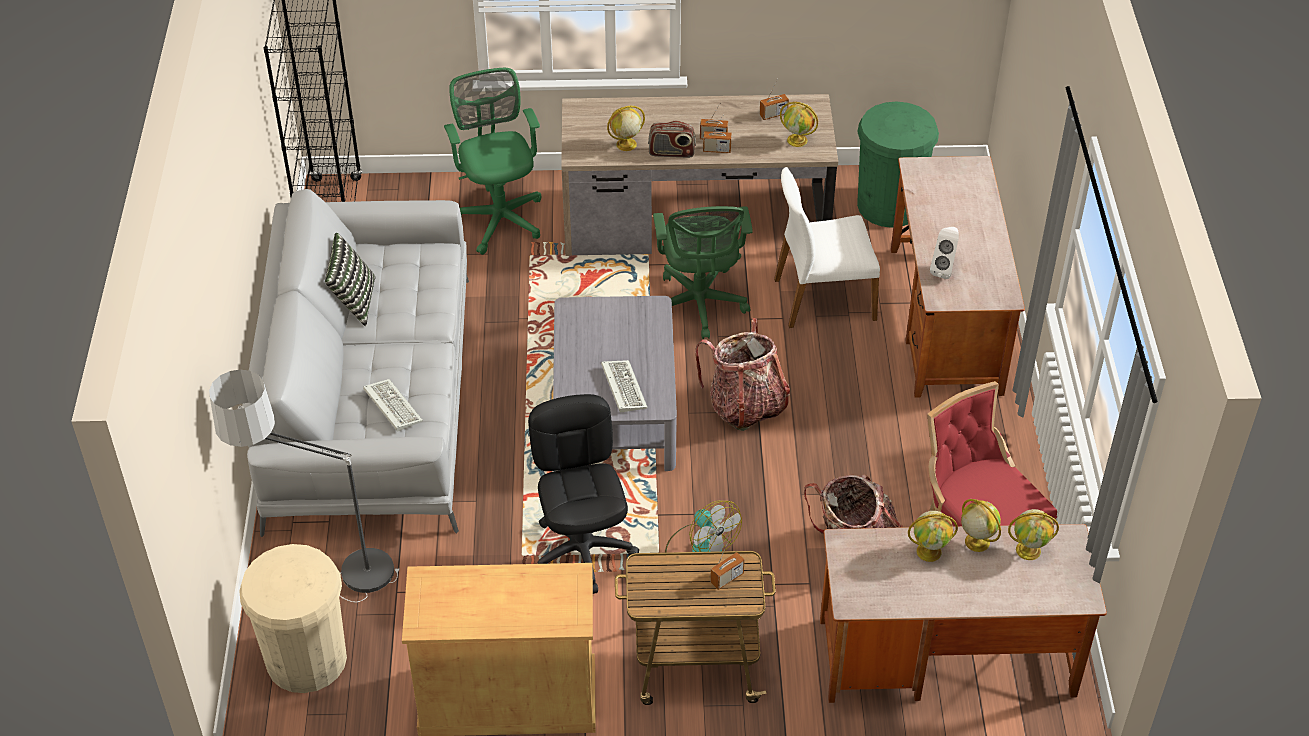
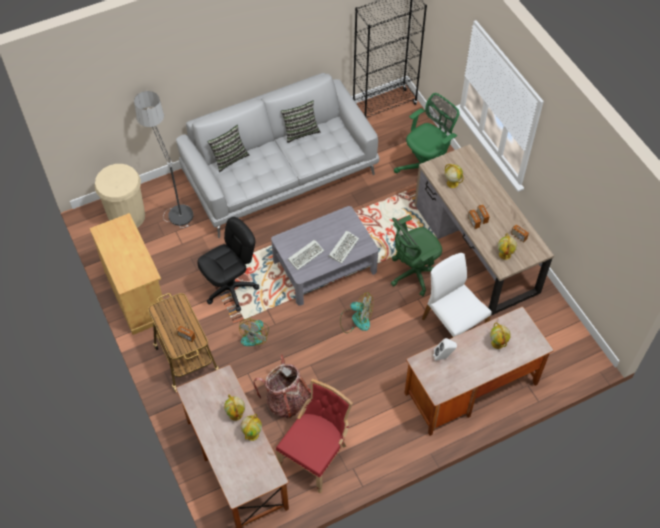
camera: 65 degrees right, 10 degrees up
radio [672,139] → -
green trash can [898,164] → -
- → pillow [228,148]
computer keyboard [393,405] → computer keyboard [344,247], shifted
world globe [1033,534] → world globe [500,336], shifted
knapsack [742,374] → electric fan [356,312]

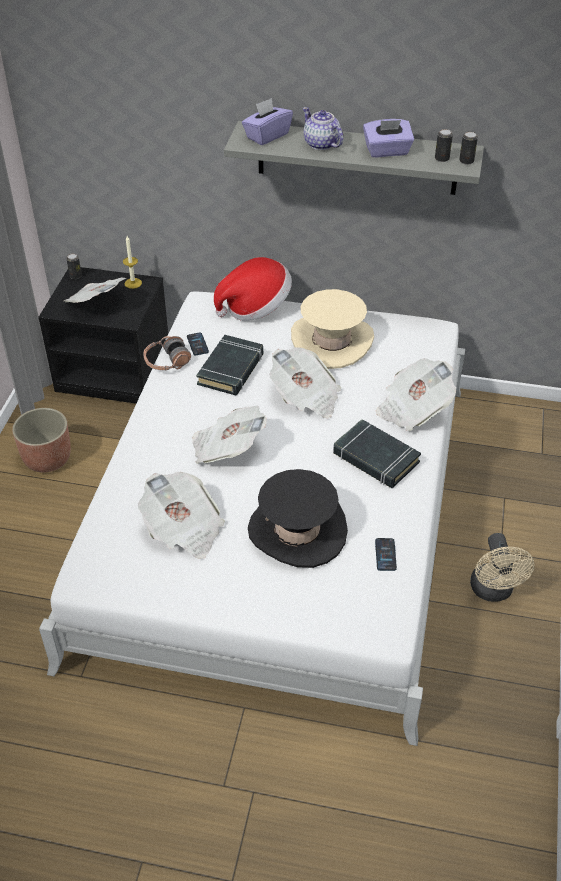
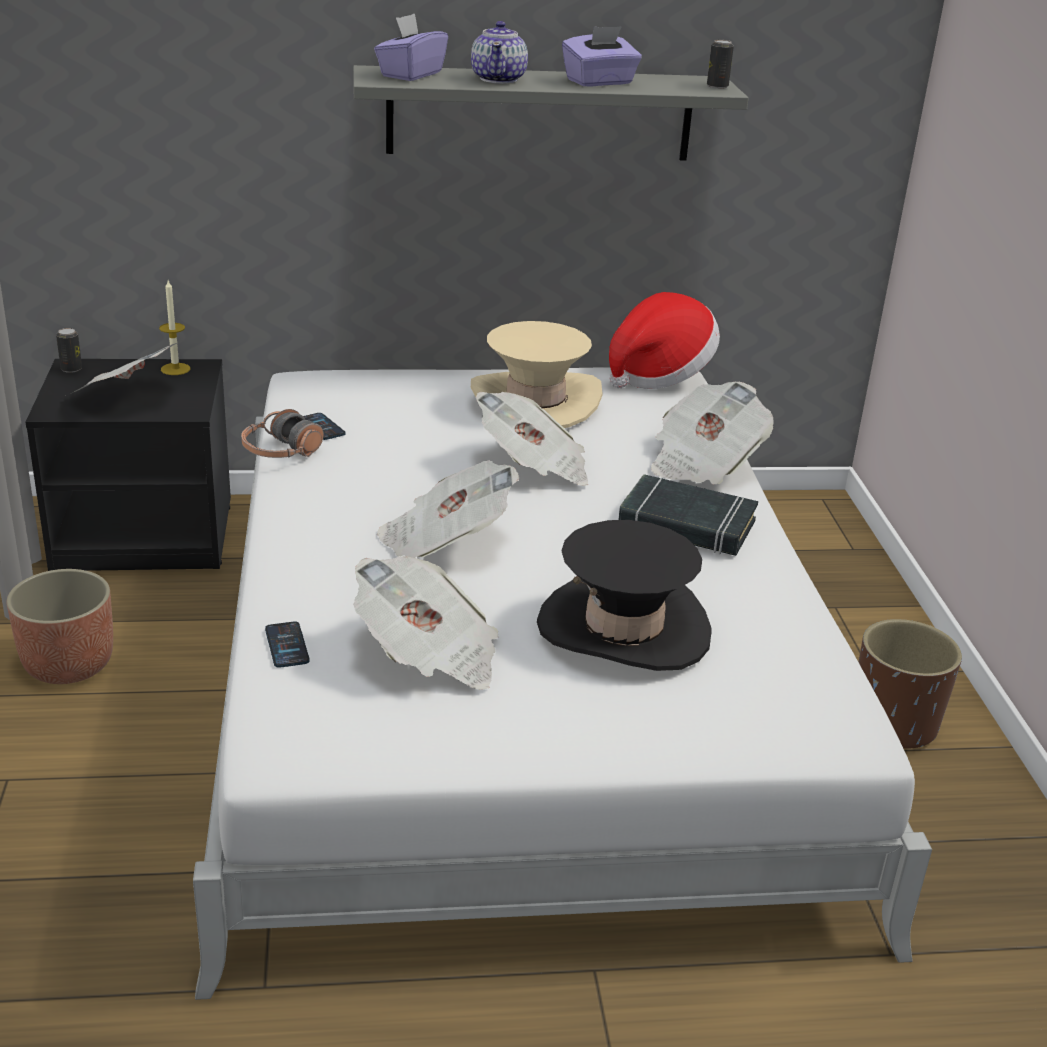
camera: 20 degrees left, 15 degrees down
black volume [229,365] → -
sealed can [444,145] → -
hat [253,289] → hat [664,340], shifted
telephone [386,554] → telephone [287,645], shifted
beige electric fan [502,567] → brown planter [910,683]
teapot [323,128] → teapot [499,52], 120 degrees counterclockwise

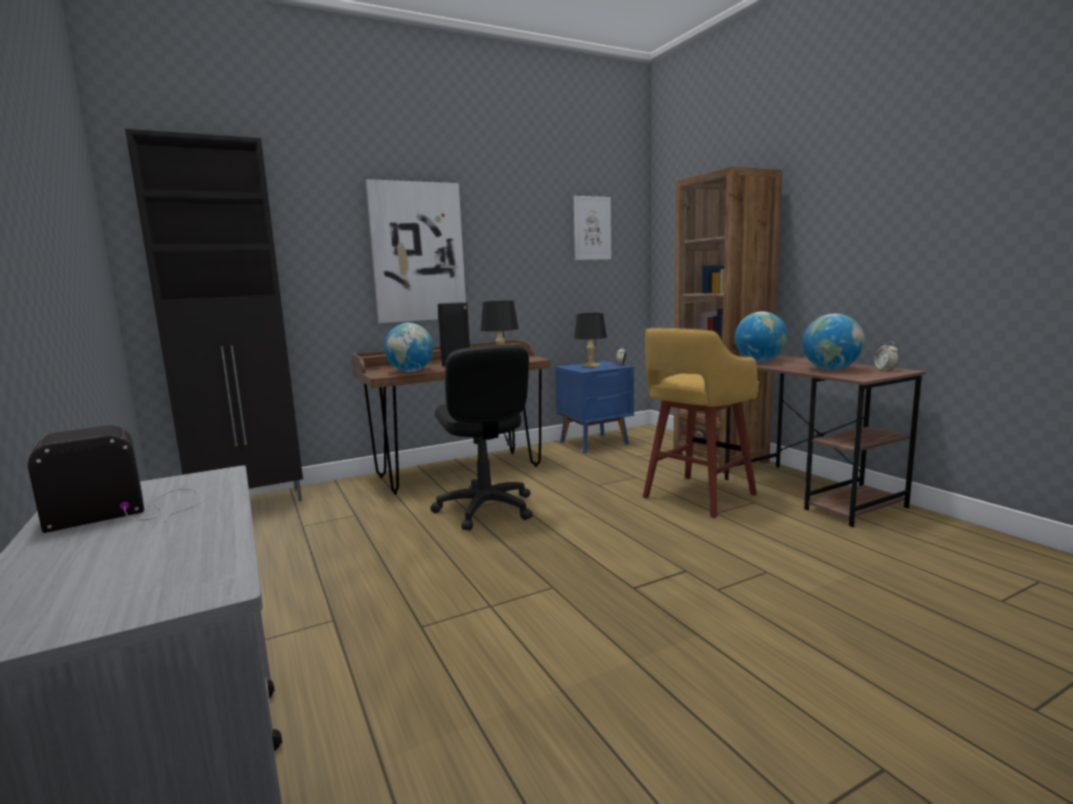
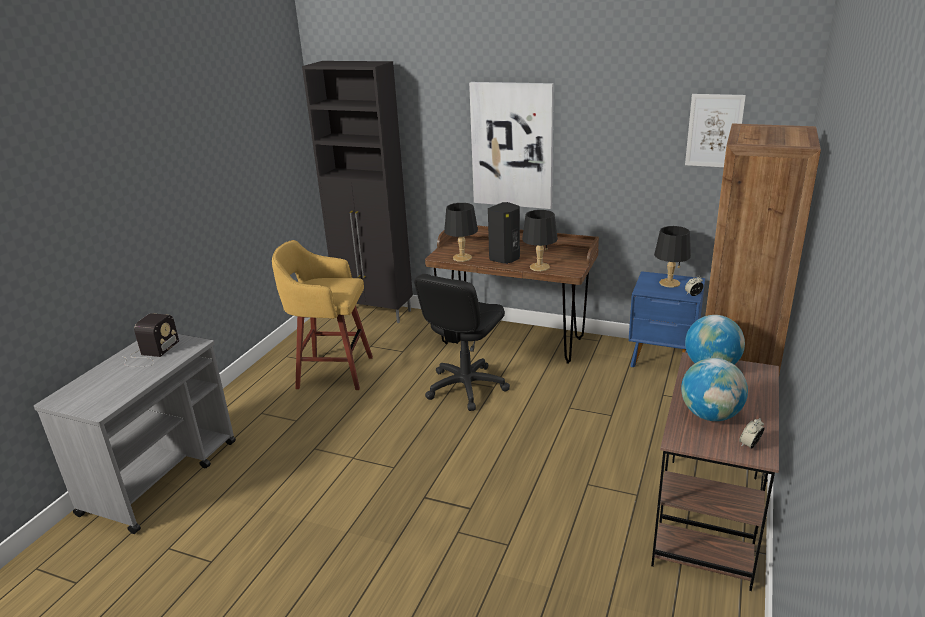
camera: 50 degrees right, 15 degrees up
yellow-coloured sitting stool [701,423] → yellow-coloured sitting stool [322,315], shifted
world globe [409,347] → black lamp for a table [461,232]
radio [115,479] → radio [151,340], 90 degrees clockwise

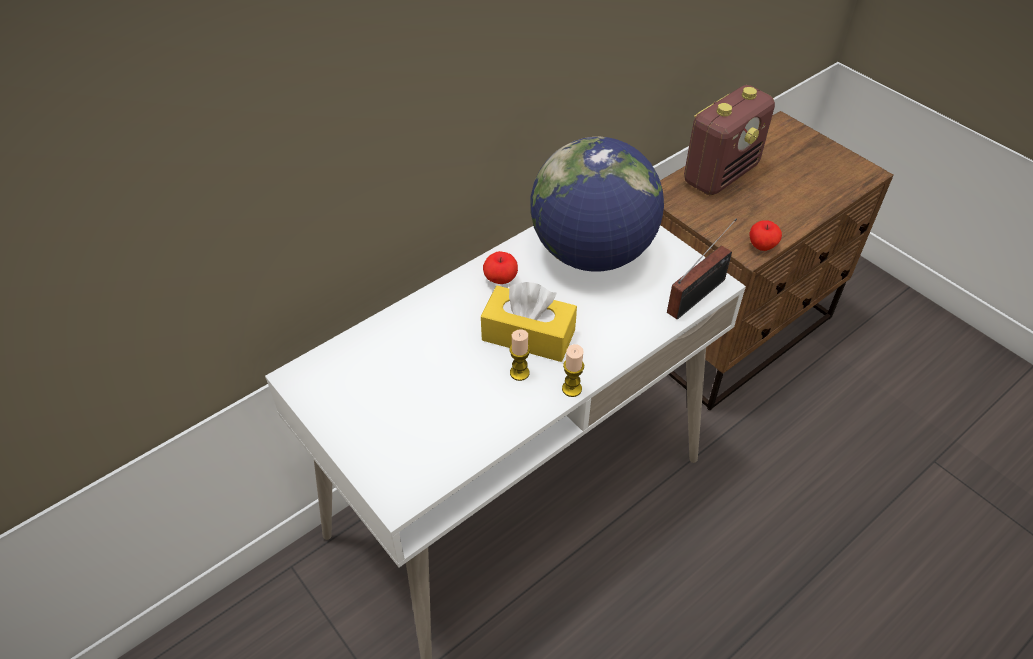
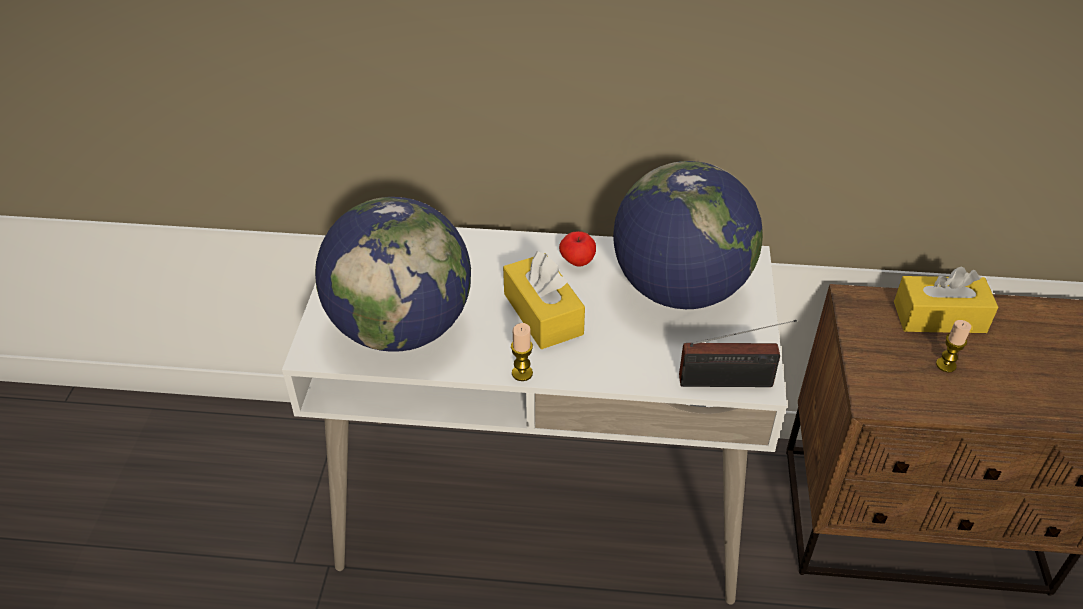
camera: 45 degrees right, 5 degrees down
whole apple [765,235] → -
- → world globe [393,274]
candle [520,355] → candle [953,346], shifted
radio [729,140] → yellow-coloured box of tissues [946,299]

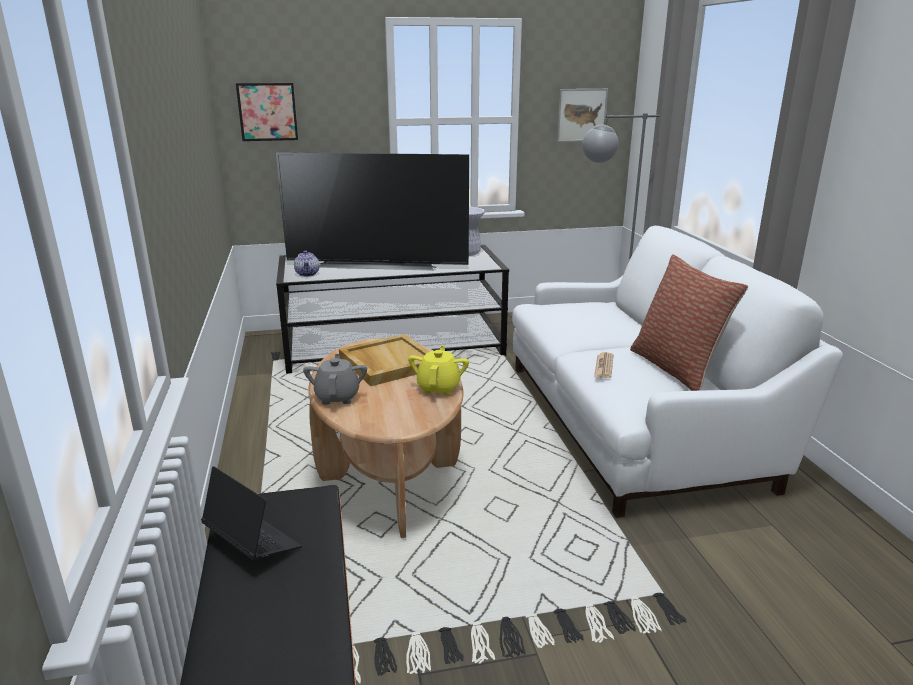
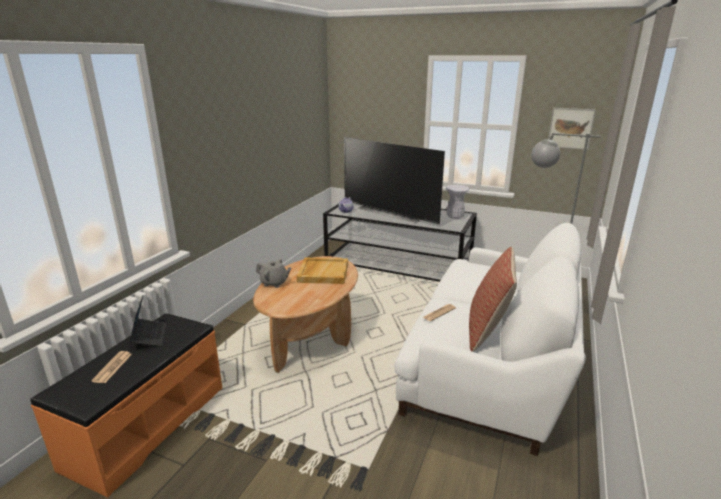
camera: 35 degrees right, 0 degrees up
picture [267,112] → -
yellow-coloured teapot [438,370] → -
- → printed paper [111,367]
greyish teapot [335,379] → greyish teapot [273,273], 75 degrees clockwise

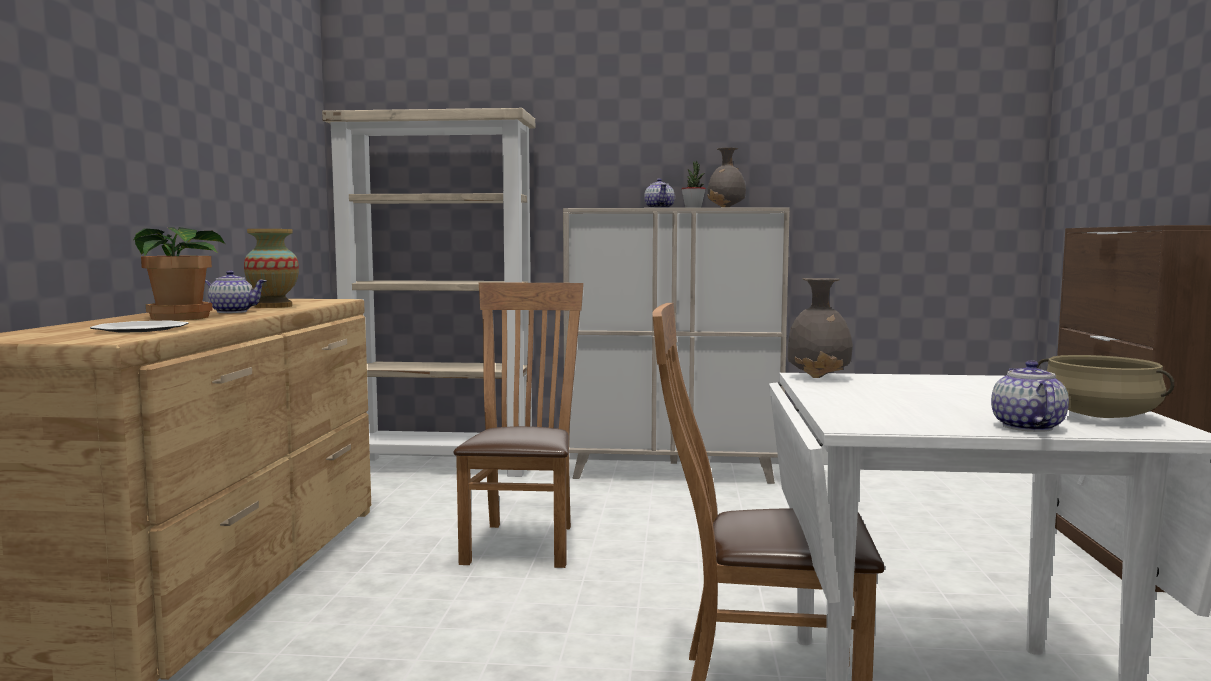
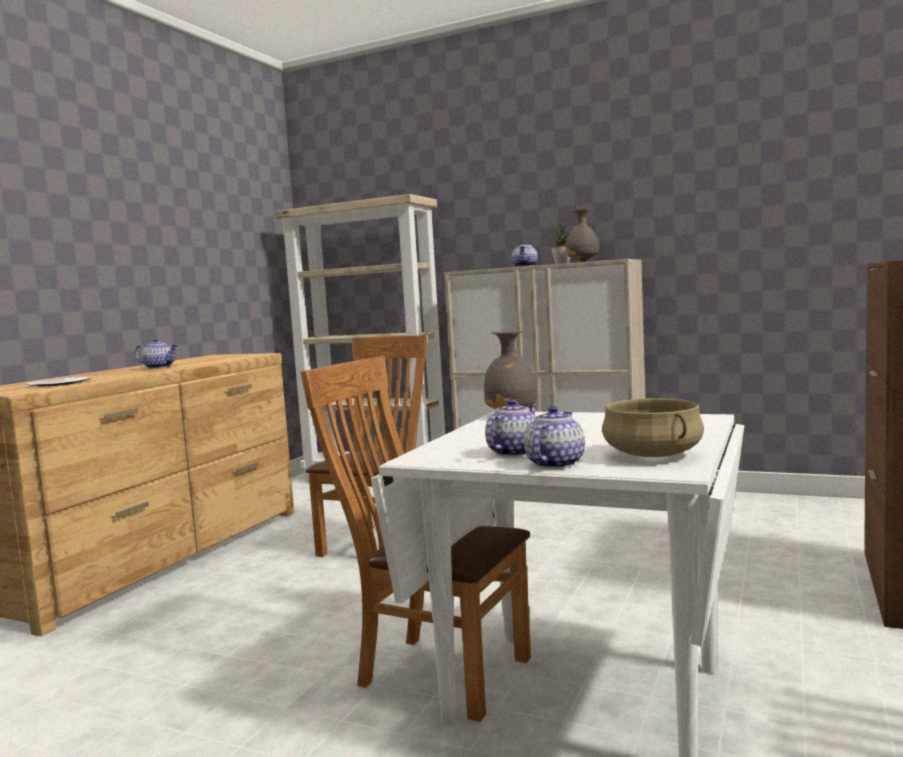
camera: 20 degrees right, 0 degrees up
plant in a pot [179,274] → -
decorative vase [271,268] → -
- → teapot [511,428]

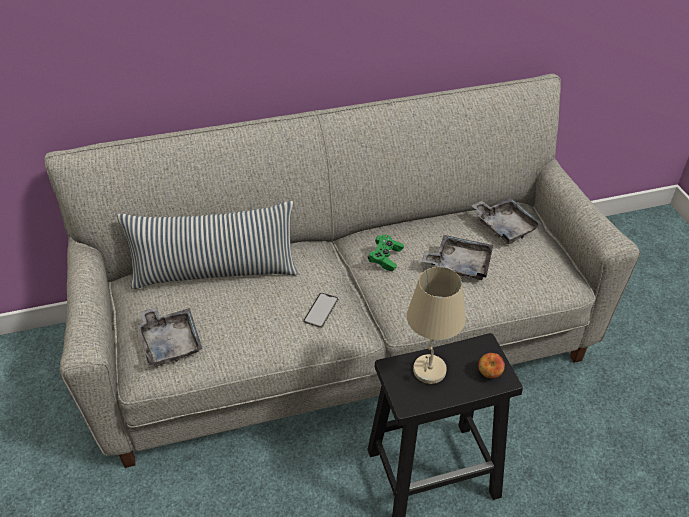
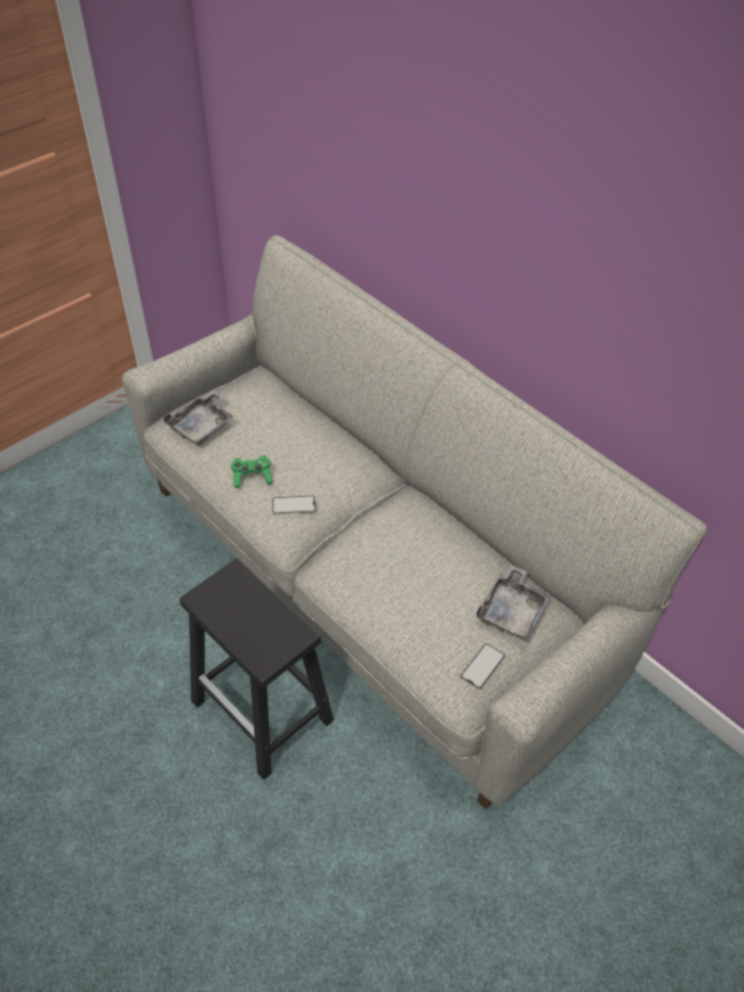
camera: 60 degrees right, 5 degrees up
pillow [207,245] → -
beige lamp for a table [436,325] → -
greyish tray [457,257] → -
whole apple [491,365] → -
- → telephone [482,666]
green game controller [386,253] → green game controller [252,471], shifted

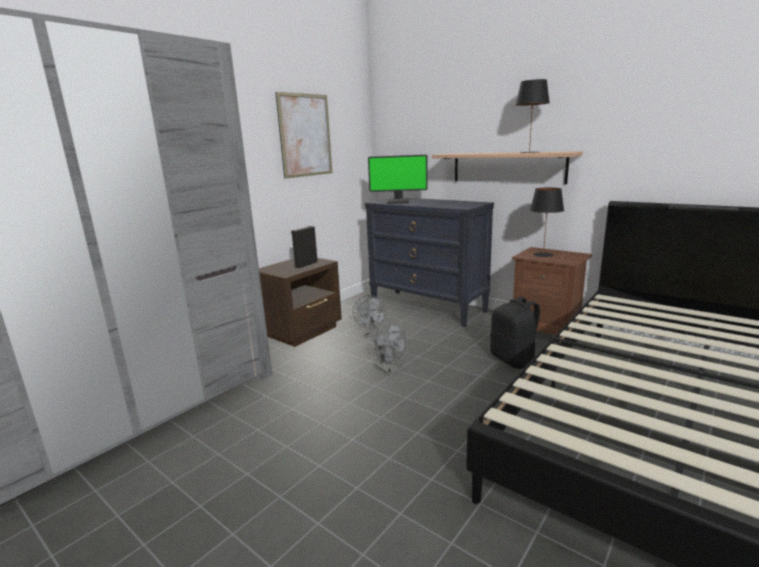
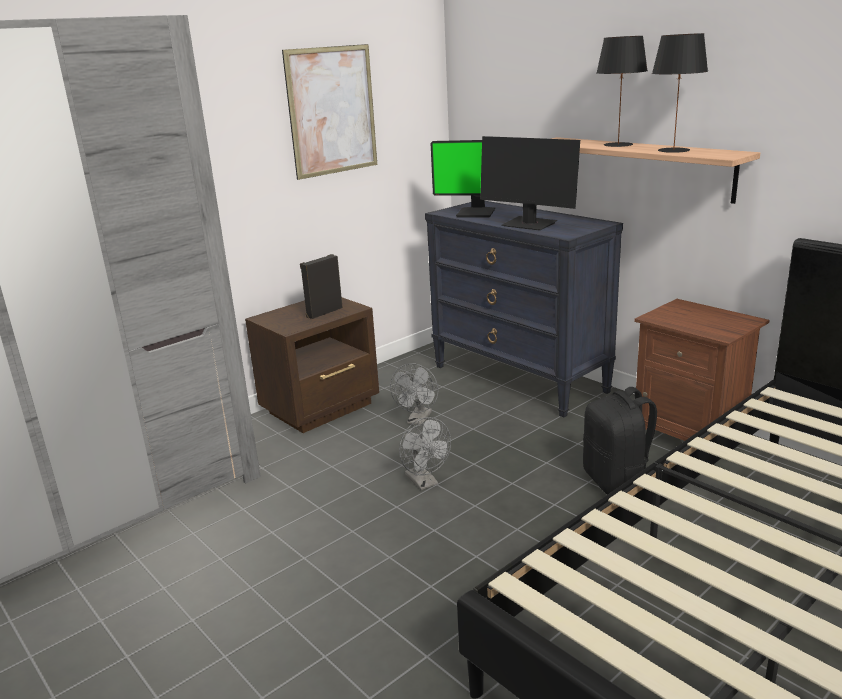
camera: 10 degrees right, 5 degrees up
- → computer screen [530,183]
black lamp for a table [547,222] → black lamp for a table [622,91], shifted

